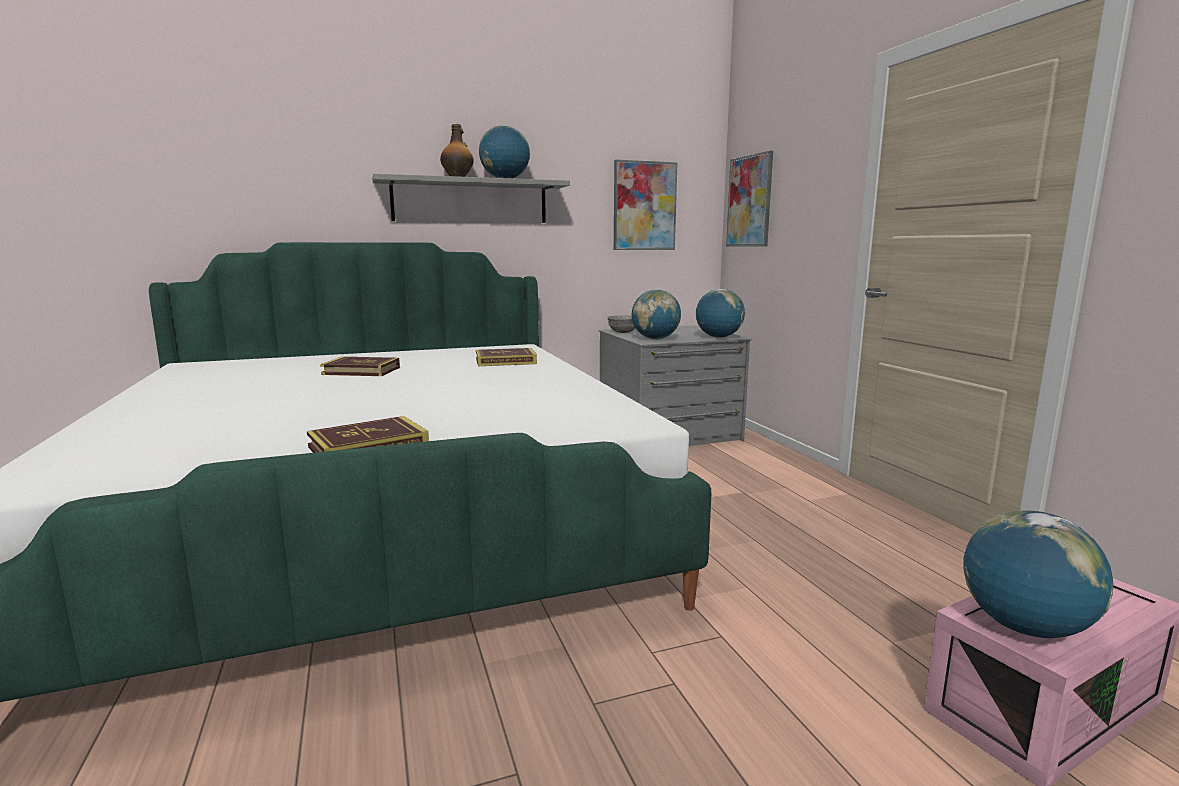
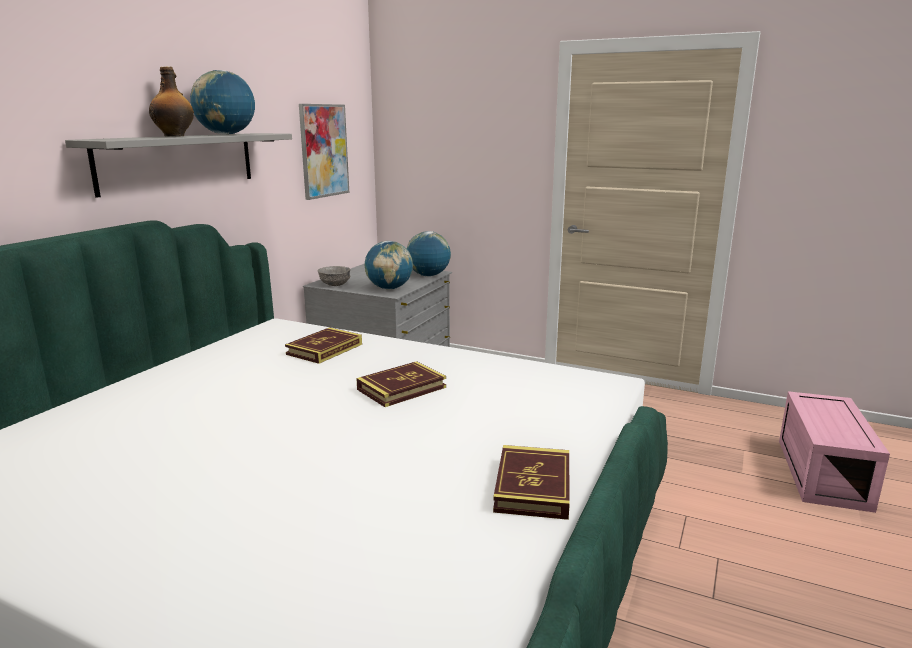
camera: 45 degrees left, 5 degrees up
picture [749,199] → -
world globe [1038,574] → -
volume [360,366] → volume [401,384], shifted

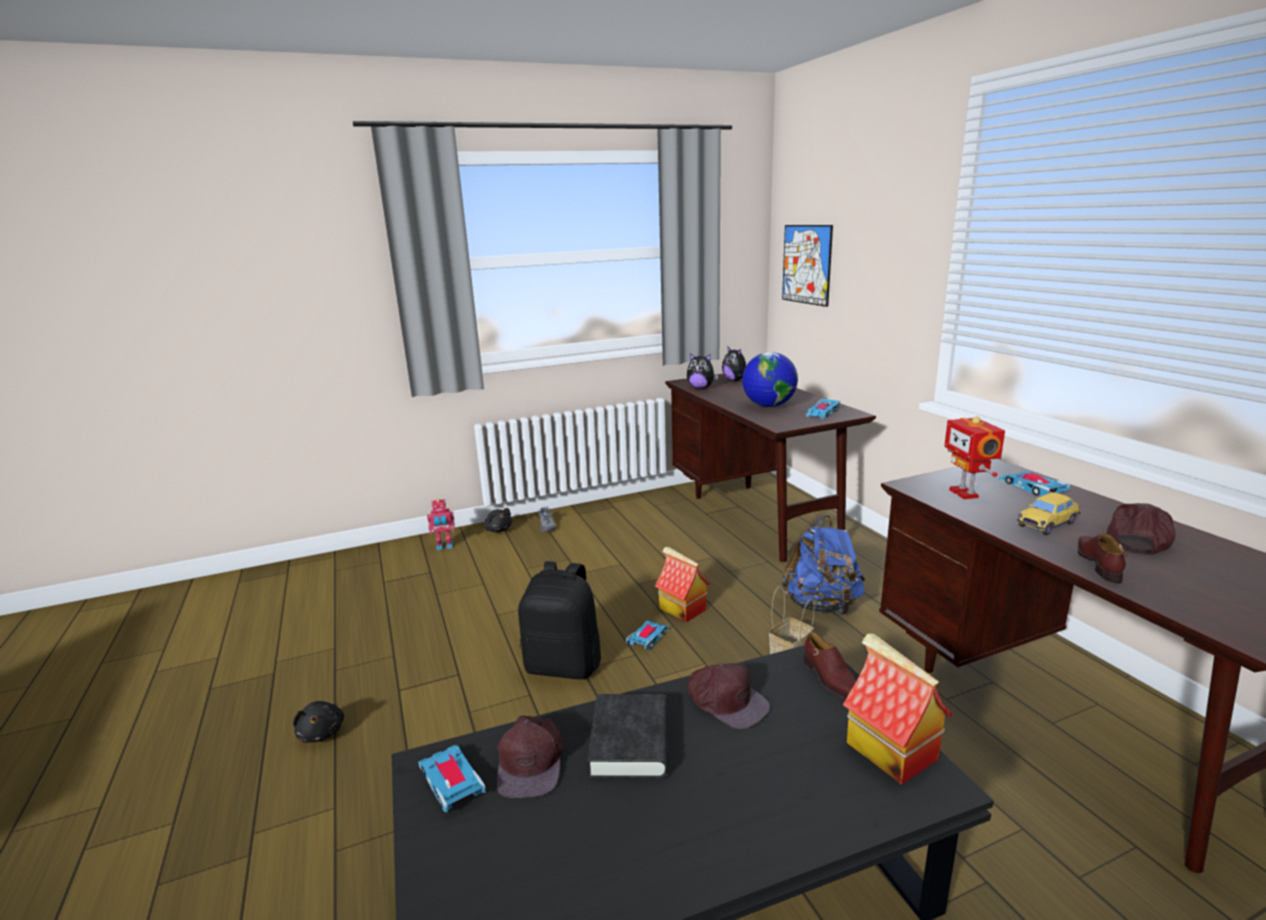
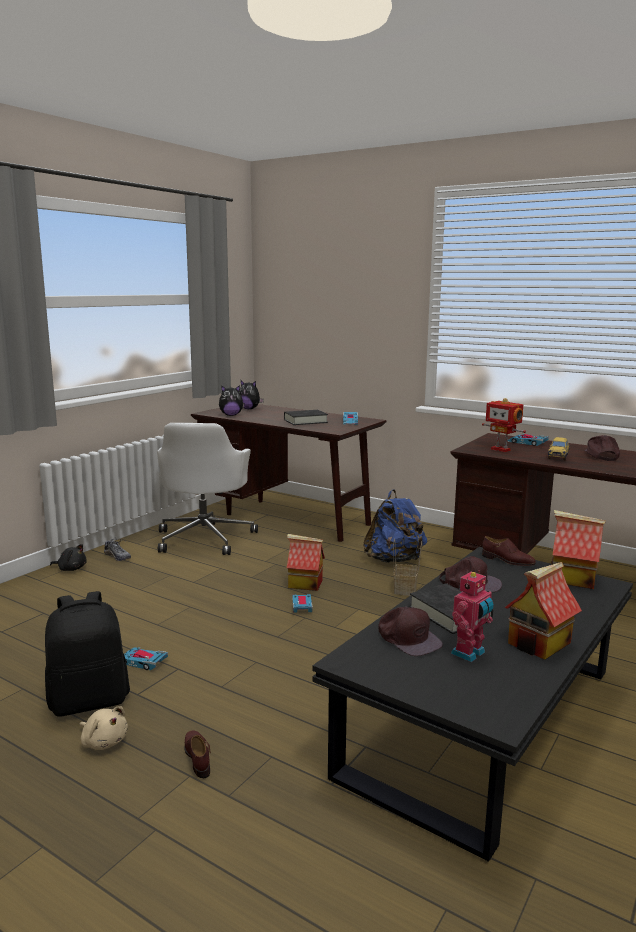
camera: 35 degrees left, 5 degrees down
picture [807,266] → -
- → white computer chair [207,489]
- → toy house [543,611]
miniature car [452,778] → miniature car [146,658], shifted
toy robot [441,524] → toy robot [472,616], shifted
black knapsack [559,620] → black knapsack [87,654], shifted
brown low shoe [1102,558] → brown low shoe [197,754], shifted
world globe [770,379] → black volume [306,417]
black soft toy [318,722] → beige soft toy [103,728]

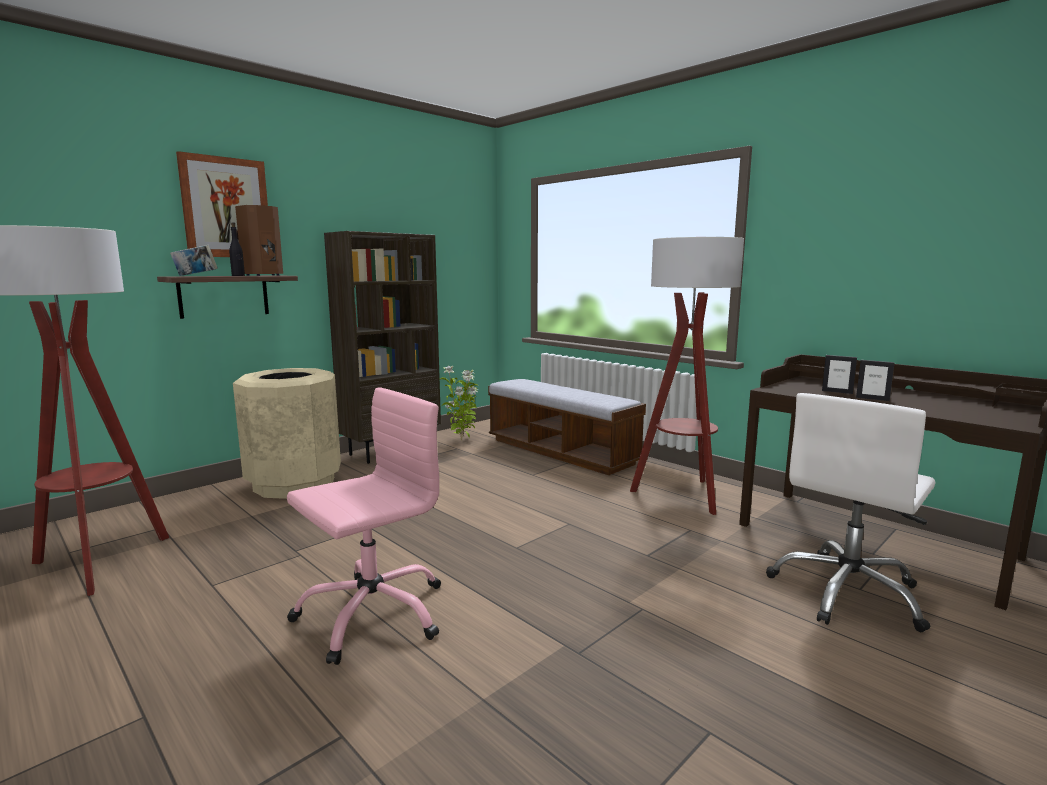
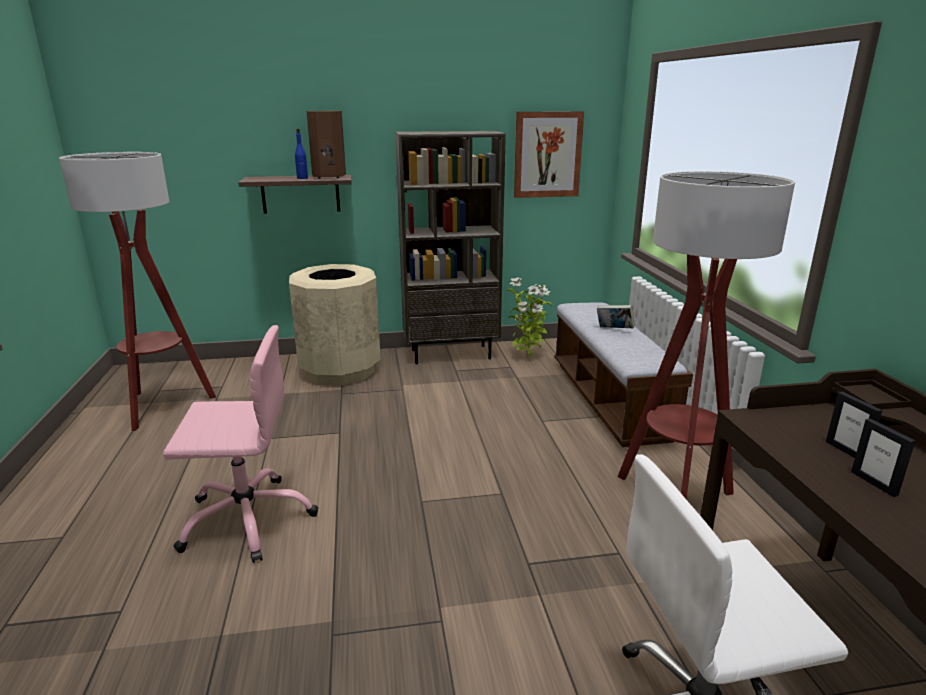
camera: 35 degrees right, 10 degrees up
volume [194,260] → volume [616,316], shifted
picture [222,204] → picture [549,154], shifted
black drink bottle [237,249] → bluish drink bottle [301,154]

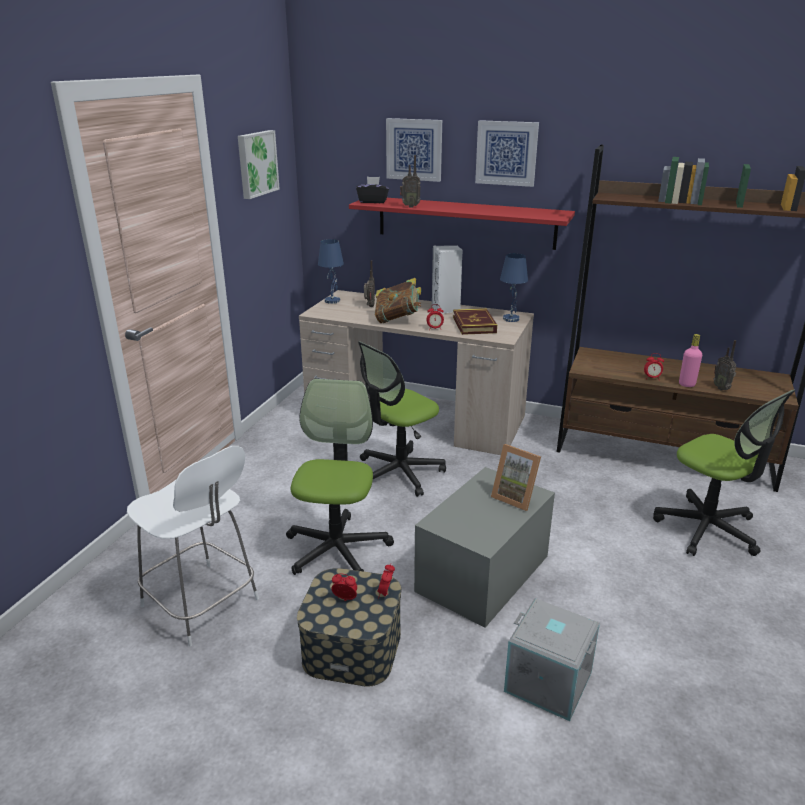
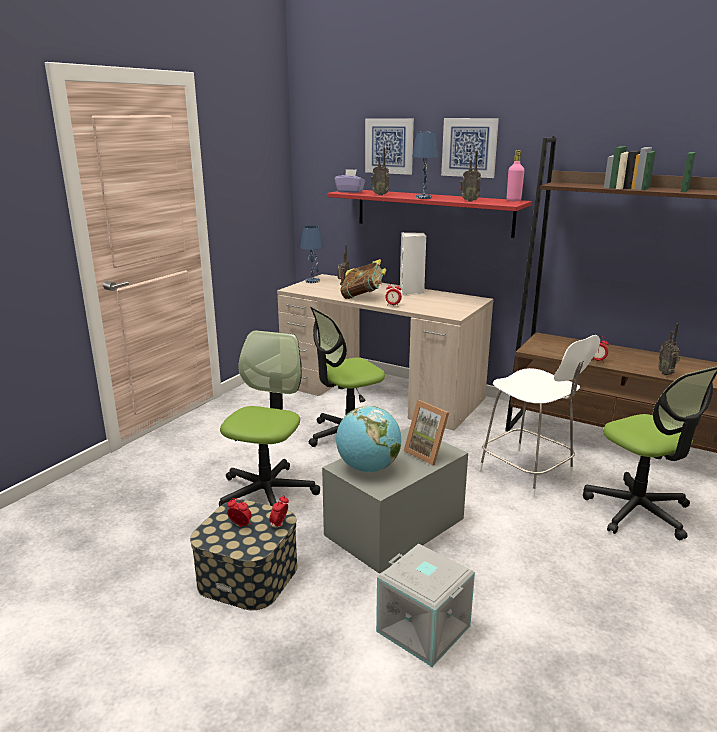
camera: 10 degrees right, 5 degrees down
picture [259,164] → -
volume [475,321] → -
- → world globe [368,439]
- → radio [470,176]
white chair [193,546] → white chair [539,416], shifted
bluish lamp for a table [514,287] → bluish lamp for a table [425,165], shifted
pink drink bottle [690,360] → pink drink bottle [516,175], shifted
black box of tissues [372,190] → purple-coloured box of tissues [350,181]

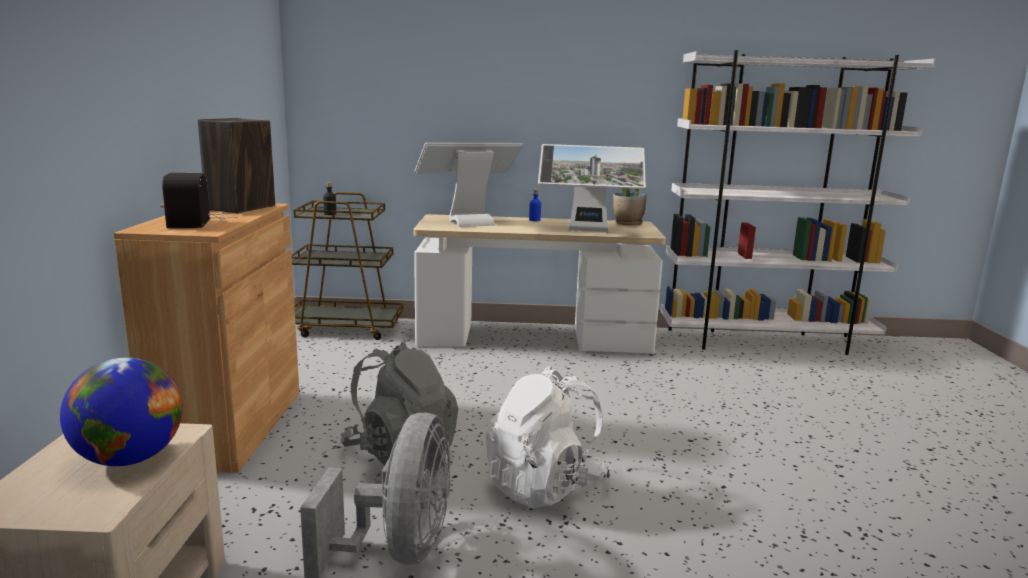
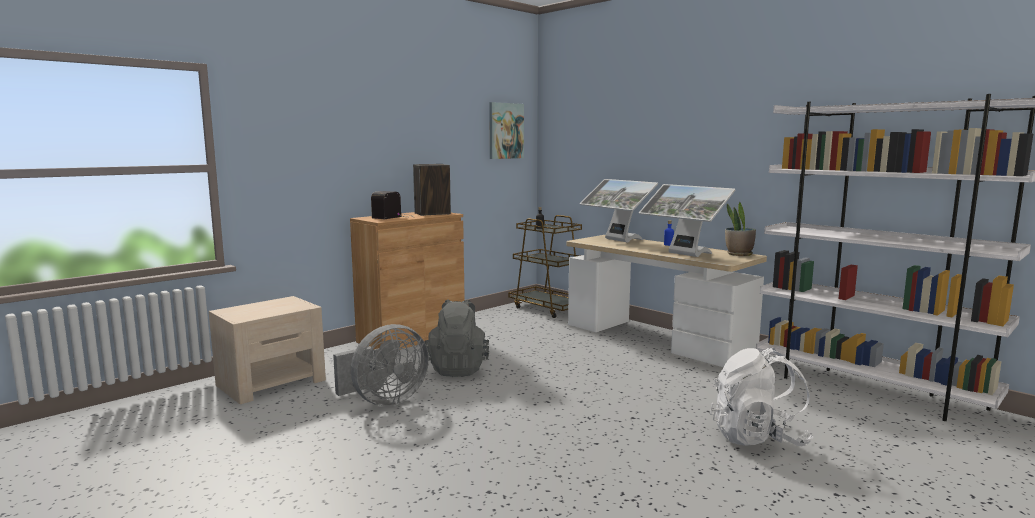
camera: 45 degrees right, 5 degrees down
world globe [121,412] → -
- → picture [506,130]
white knapsack [548,437] → white knapsack [762,397], shifted
computer screen [468,185] → computer screen [619,210], 150 degrees counterclockwise

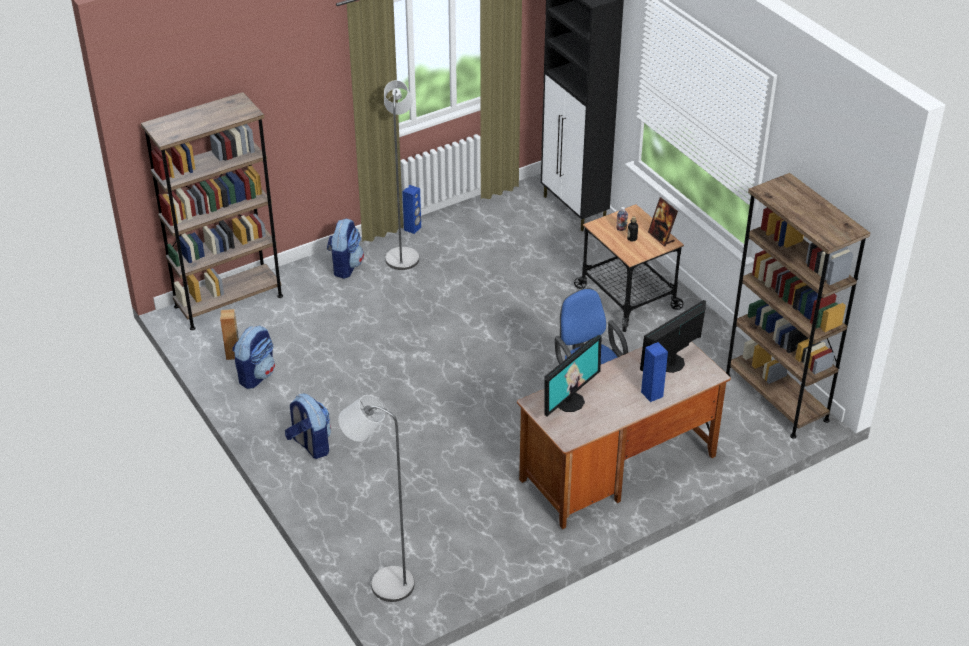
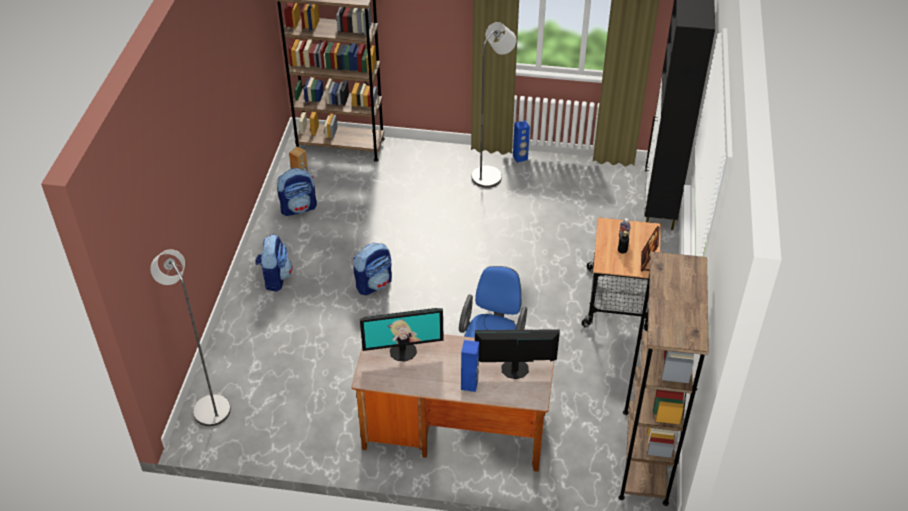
camera: 40 degrees right, 5 degrees up
knapsack [345,248] → knapsack [372,269], shifted

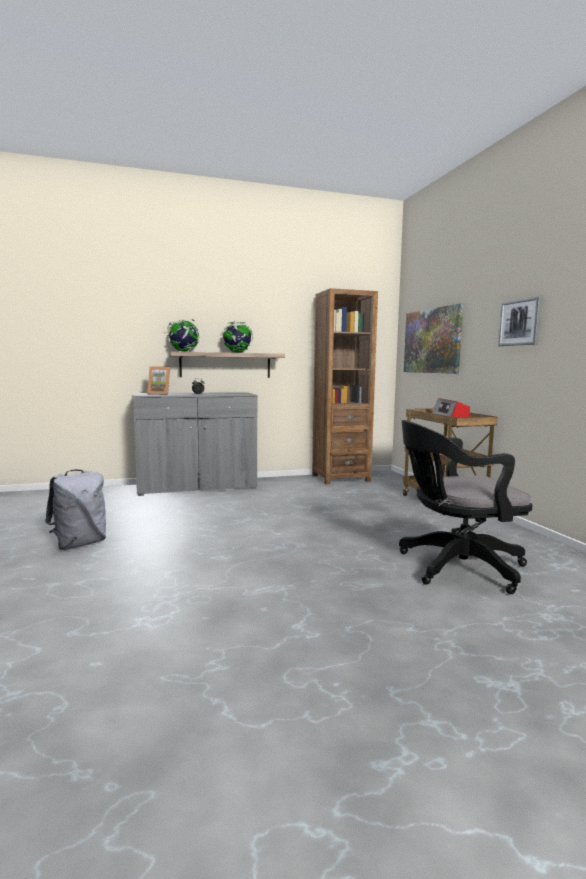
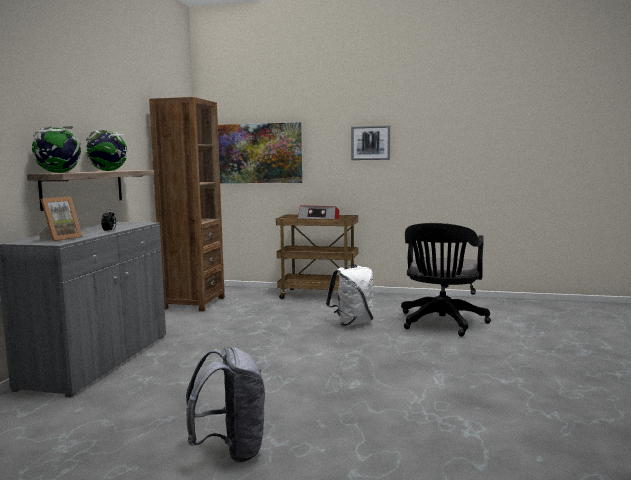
camera: 60 degrees left, 0 degrees up
- → white knapsack [349,295]

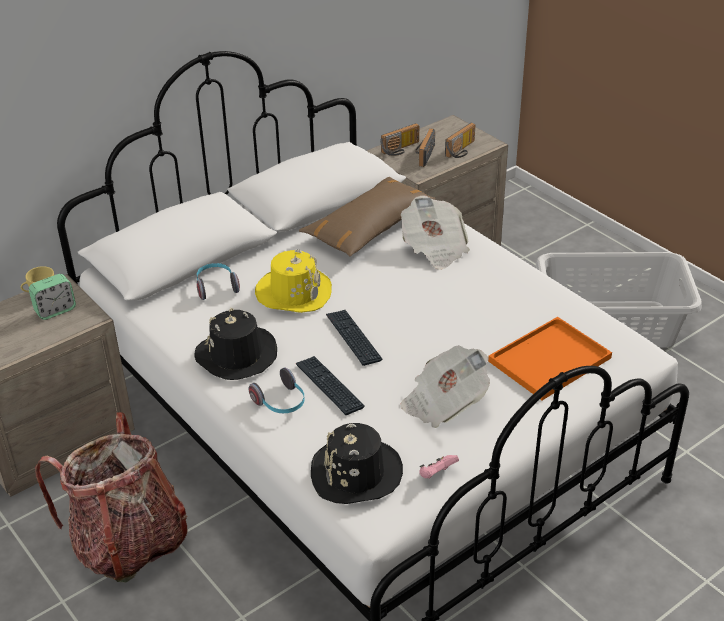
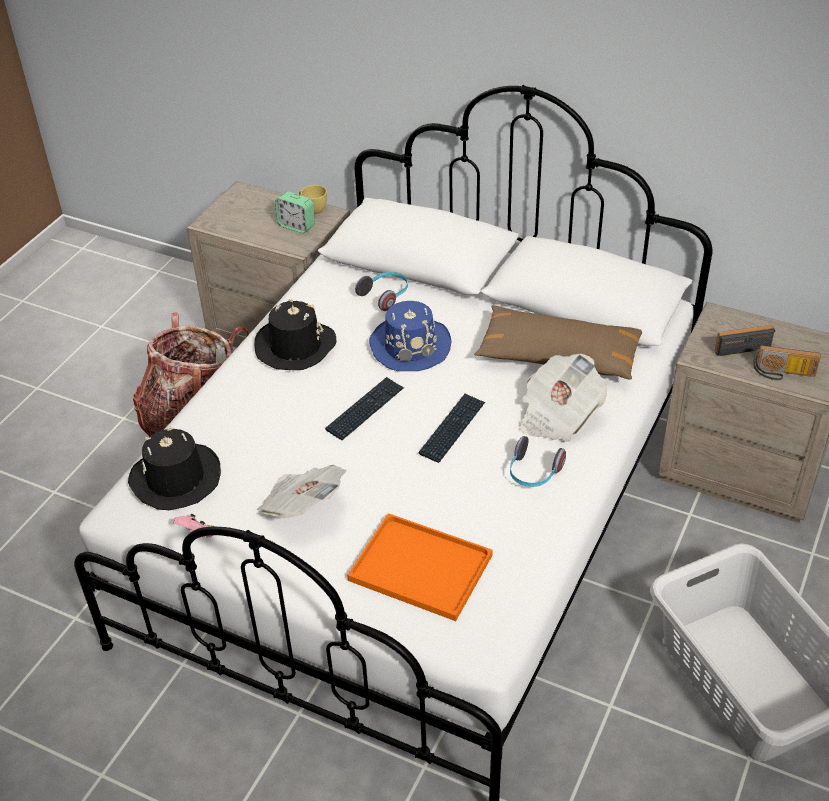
camera: 65 degrees right, 5 degrees up
radio [399,139] → -
headphones [277,390] → headphones [538,461], shifted
computer keyboard [330,385] → computer keyboard [452,428], shifted
yellow-coloured hat [293,281] → bluish hat [410,336]

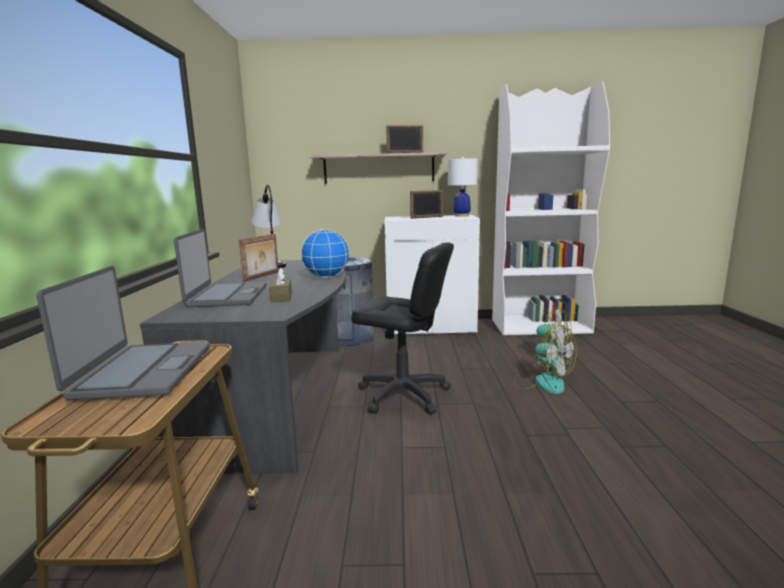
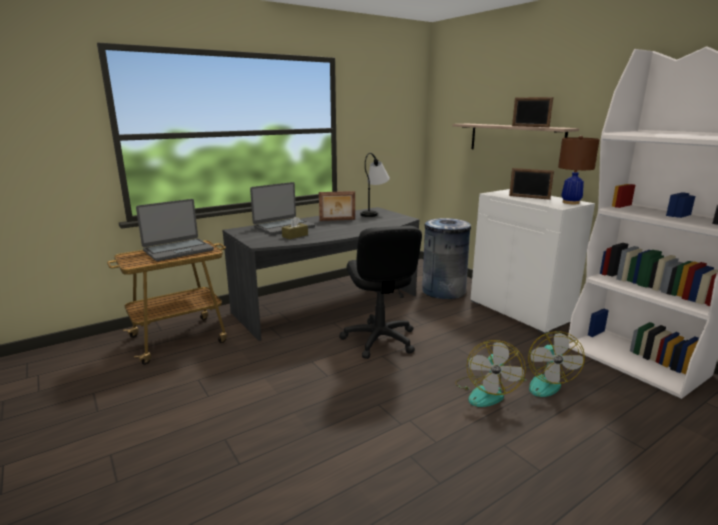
camera: 55 degrees right, 5 degrees up
world globe [325,253] → -
white lamp for a table [463,187] → brown lamp for a table [579,170]

